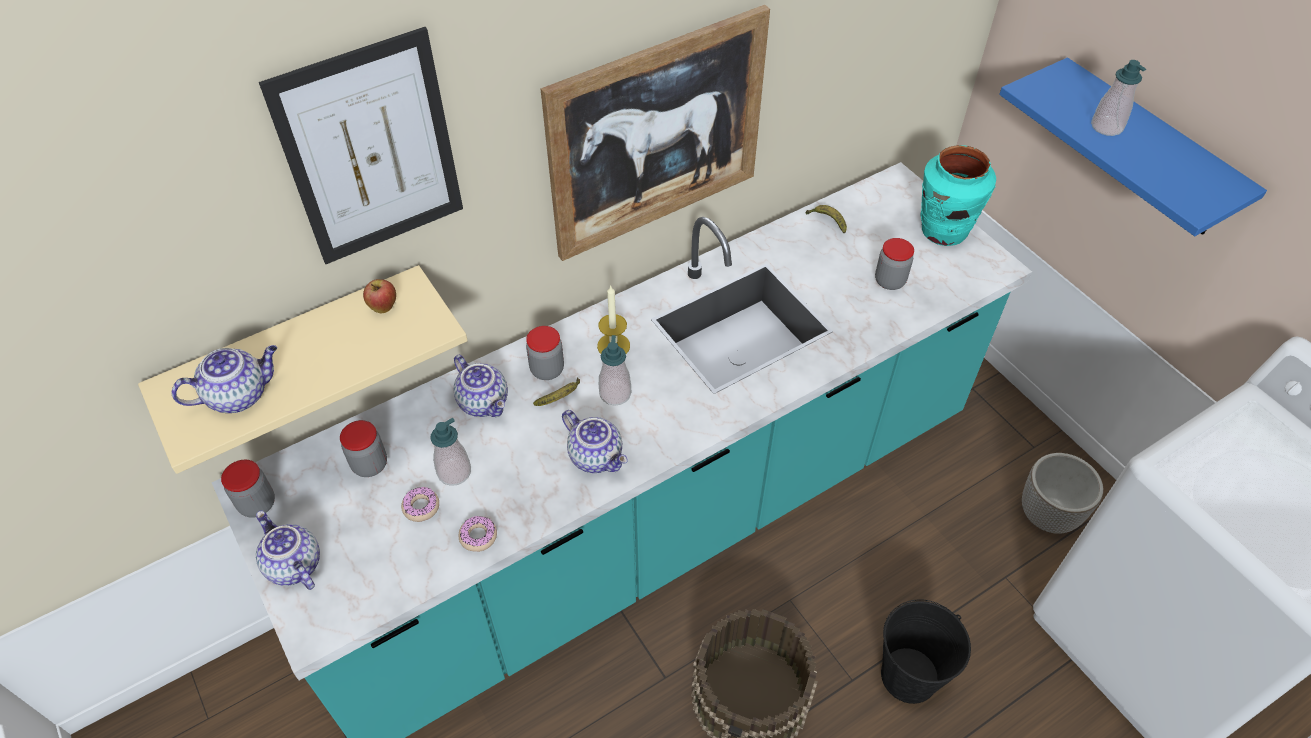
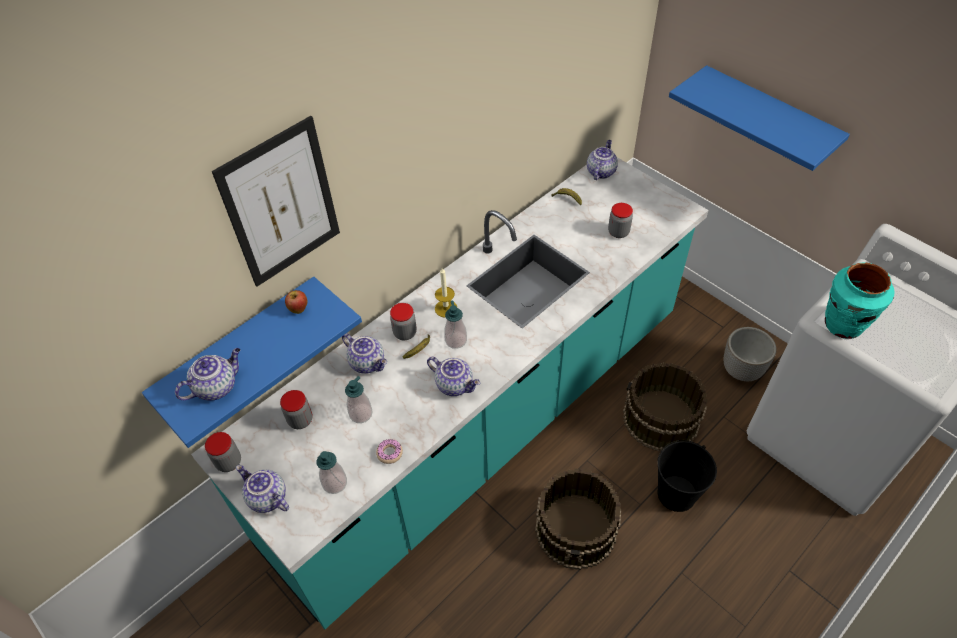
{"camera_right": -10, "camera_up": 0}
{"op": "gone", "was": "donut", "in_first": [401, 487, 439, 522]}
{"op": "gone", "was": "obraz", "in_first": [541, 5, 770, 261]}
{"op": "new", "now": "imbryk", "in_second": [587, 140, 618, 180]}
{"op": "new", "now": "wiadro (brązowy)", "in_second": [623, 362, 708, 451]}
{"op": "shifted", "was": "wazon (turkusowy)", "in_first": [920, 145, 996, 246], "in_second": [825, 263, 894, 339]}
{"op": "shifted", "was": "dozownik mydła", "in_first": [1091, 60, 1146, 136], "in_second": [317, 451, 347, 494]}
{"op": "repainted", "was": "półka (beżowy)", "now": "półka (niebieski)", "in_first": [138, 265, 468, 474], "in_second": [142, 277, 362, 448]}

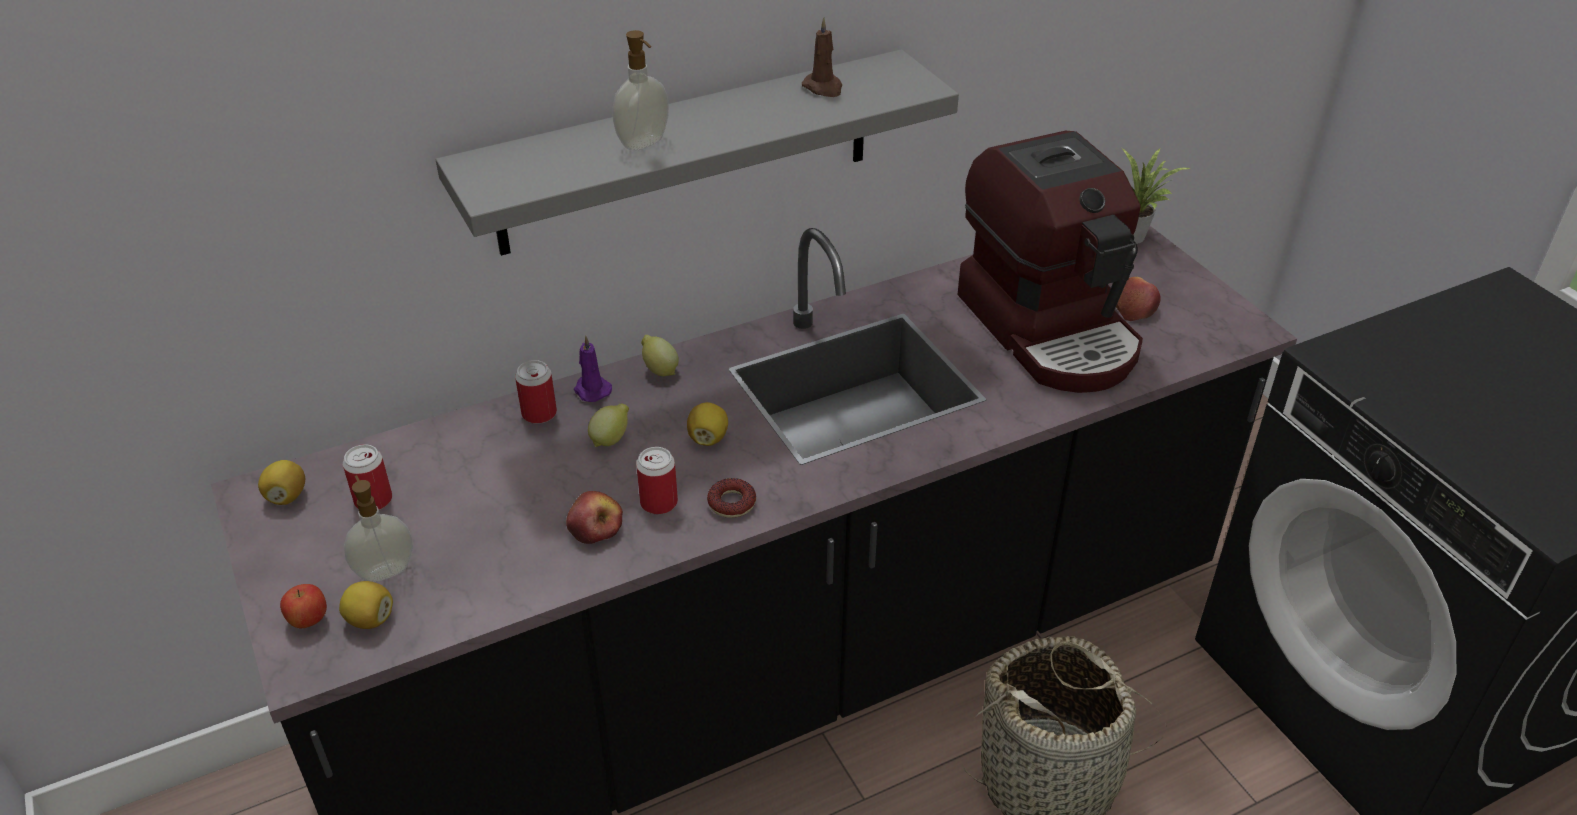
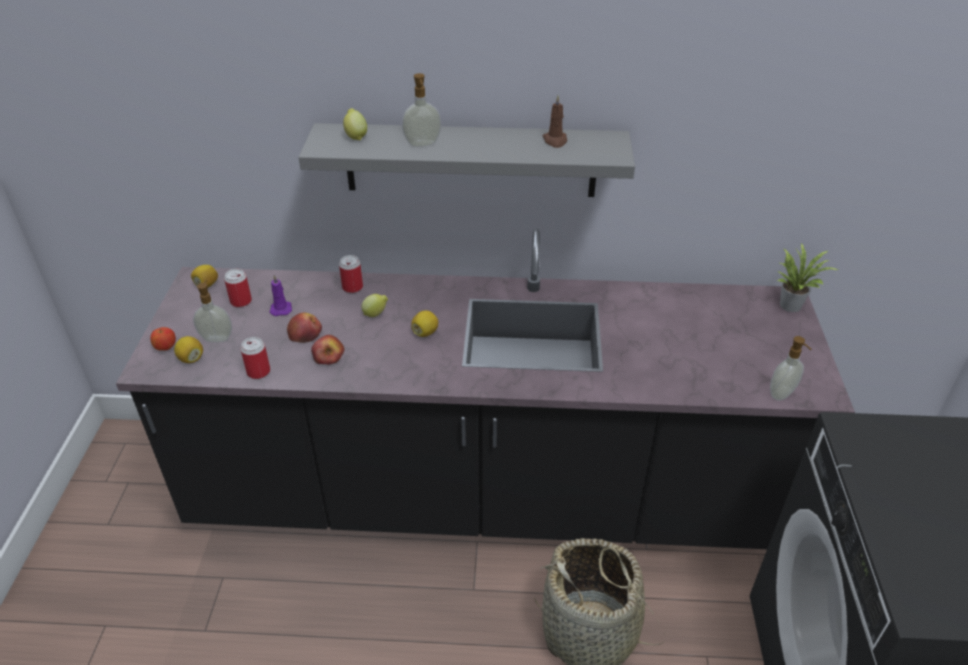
{"camera_right": 30, "camera_up": 0}
{"op": "gone", "was": "donut", "in_first": [707, 478, 756, 518]}
{"op": "gone", "was": "ekspres do kawy", "in_first": [957, 131, 1143, 393]}
{"op": "new", "now": "dozownik mydła", "in_second": [770, 336, 811, 400]}
{"op": "shifted", "was": "świeca (fioletowy)", "in_first": [574, 336, 612, 402], "in_second": [270, 275, 292, 316]}
{"op": "shifted", "was": "puszka", "in_first": [636, 447, 678, 514], "in_second": [240, 337, 270, 379]}
{"op": "shifted", "was": "cytryna", "in_first": [641, 335, 679, 376], "in_second": [343, 108, 367, 140]}
{"op": "shifted", "was": "jabłko", "in_first": [1116, 277, 1161, 321], "in_second": [287, 313, 322, 343]}

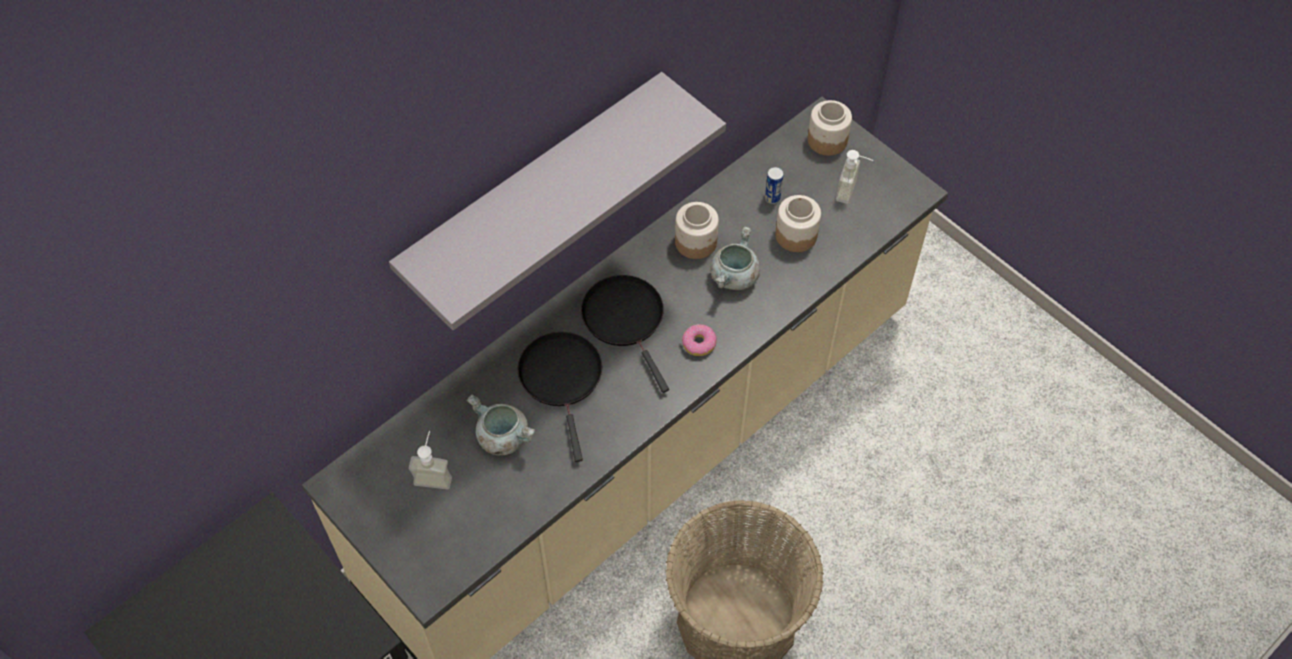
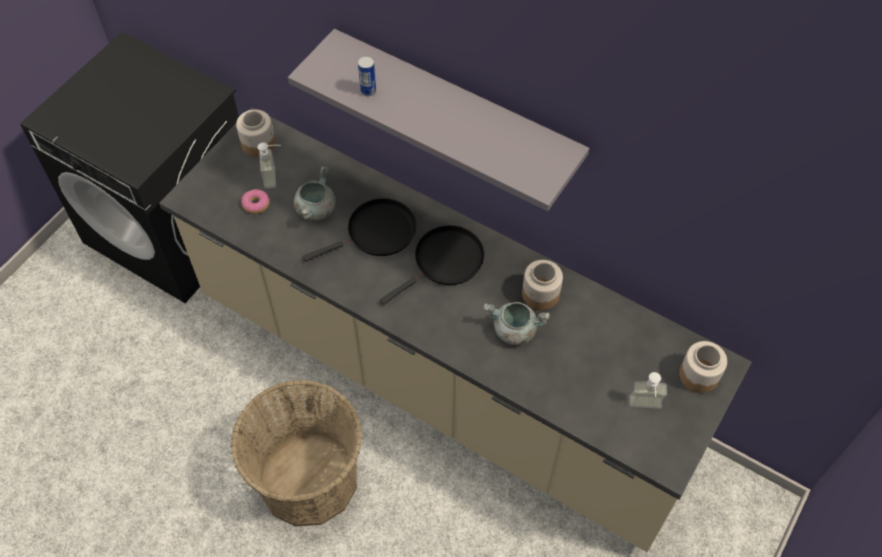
{"camera_right": 75, "camera_up": 0}
{"op": "shifted", "was": "donut", "in_first": [682, 324, 717, 356], "in_second": [241, 189, 270, 214]}
{"op": "shifted", "was": "puszka", "in_first": [765, 167, 784, 204], "in_second": [358, 56, 376, 96]}
{"op": "shifted", "was": "słoik", "in_first": [775, 195, 821, 252], "in_second": [236, 109, 275, 157]}

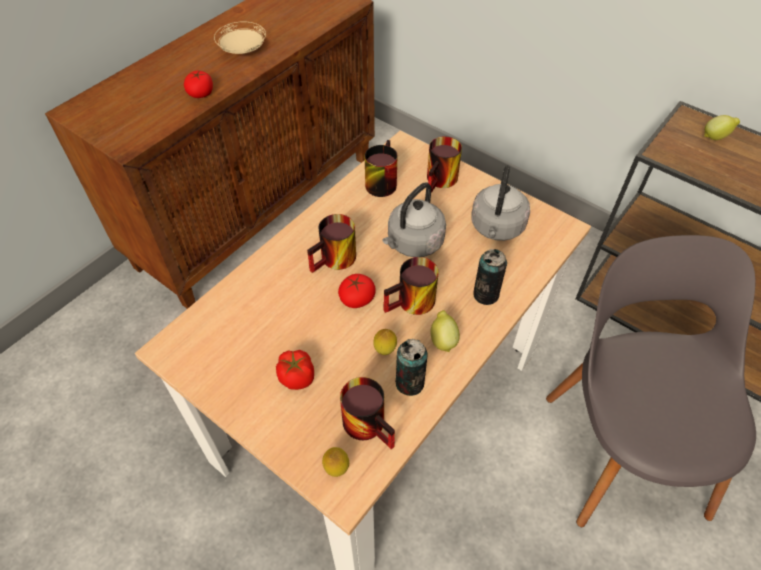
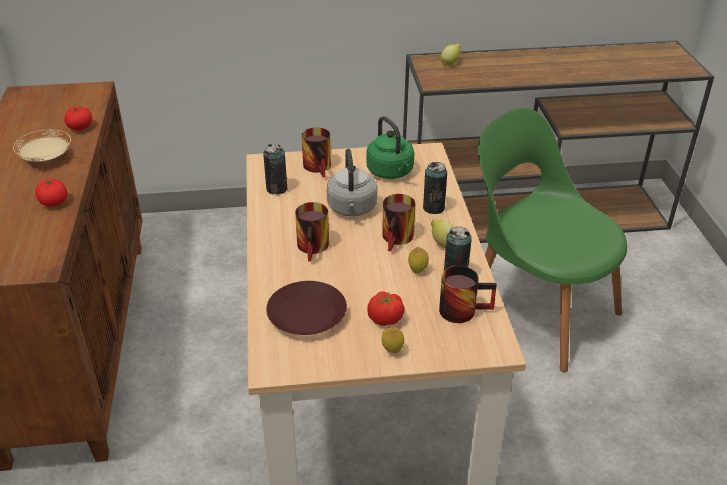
{"camera_right": -45, "camera_up": -15}
{"op": "new", "now": "talerz (brązowy)", "in_second": [266, 281, 347, 335]}
{"op": "shifted", "was": "cytryna", "in_first": [322, 447, 349, 477], "in_second": [382, 327, 404, 353]}
{"op": "shifted", "was": "pomidor", "in_first": [338, 274, 376, 308], "in_second": [64, 107, 92, 130]}
{"op": "swapped", "was": "kubek", "now": "puszka", "in_first": [365, 140, 398, 197], "in_second": [263, 144, 288, 195]}
{"op": "repainted", "was": "czajnik (szary)", "now": "czajnik (zielony)", "in_first": [471, 165, 530, 241], "in_second": [367, 116, 414, 179]}
{"op": "repainted", "was": "krzesło (szary)", "now": "krzesło (zielony)", "in_first": [546, 235, 756, 527], "in_second": [478, 108, 627, 372]}

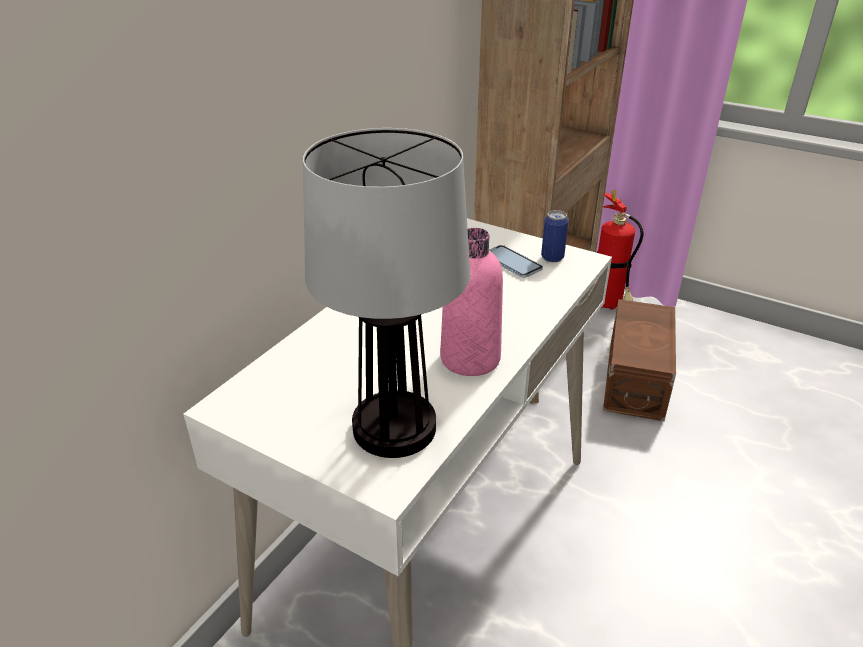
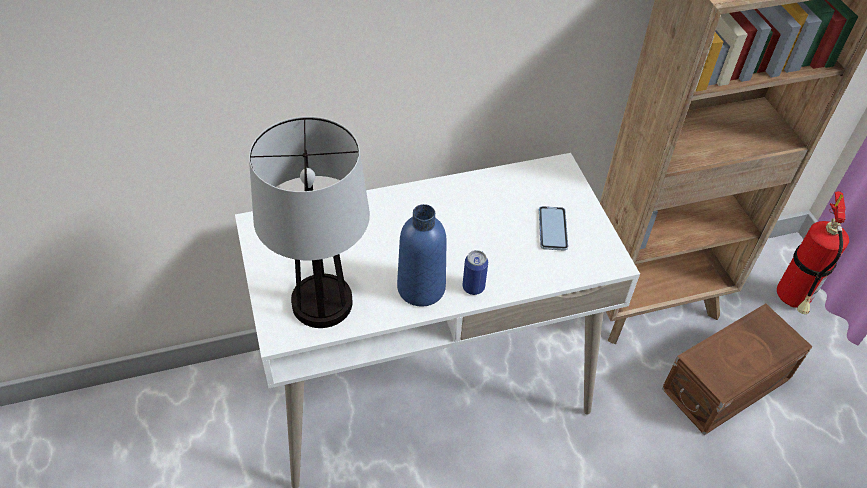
{"camera_right": 40, "camera_up": 15}
{"op": "shifted", "was": "puszka", "in_first": [541, 210, 569, 262], "in_second": [463, 250, 488, 295]}
{"op": "repainted", "was": "butelka (różowy)", "now": "butelka (niebieski)", "in_first": [440, 228, 503, 376], "in_second": [397, 204, 447, 307]}

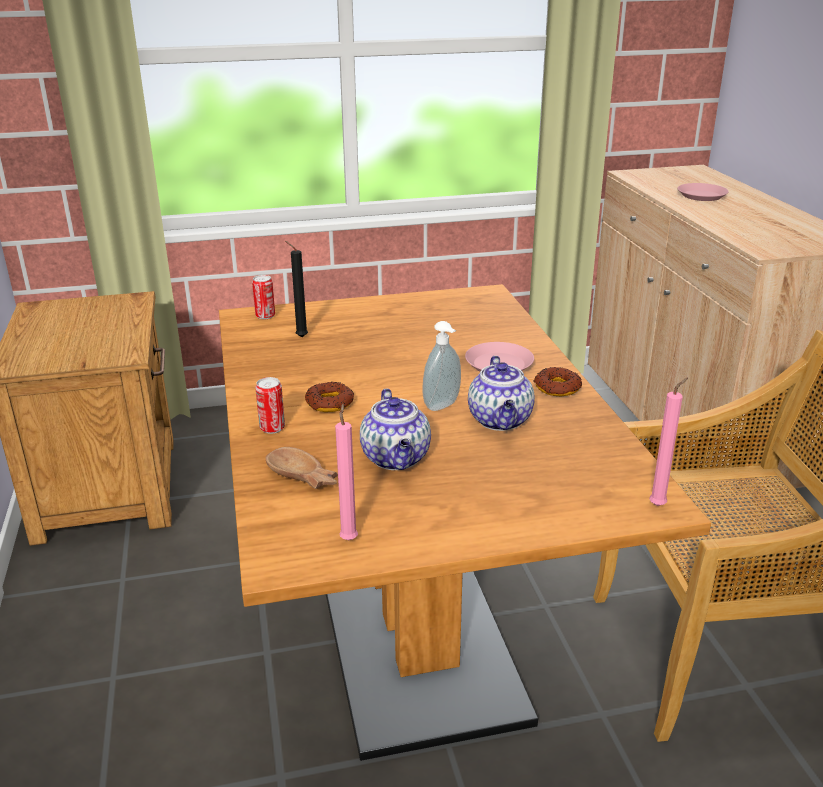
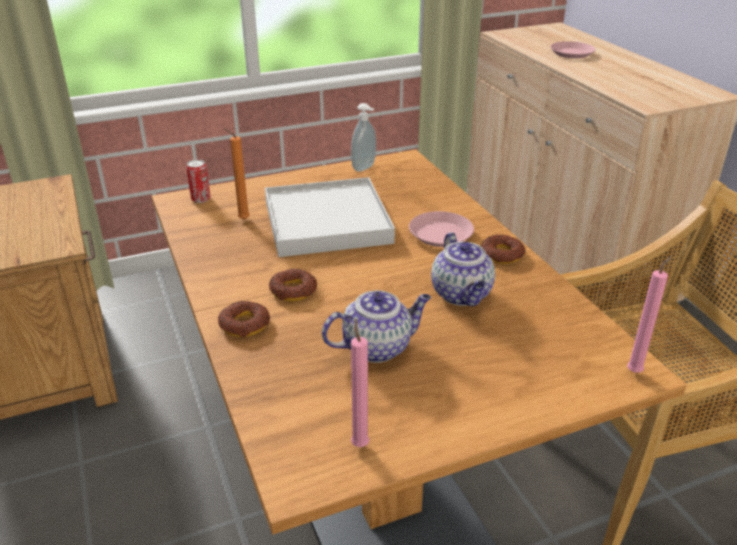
{"camera_right": -10, "camera_up": 5}
{"op": "gone", "was": "miska (brązowy)", "in_first": [266, 447, 338, 489]}
{"op": "new", "now": "taca (biały)", "in_second": [265, 177, 395, 257]}
{"op": "shifted", "was": "dozownik mydła", "in_first": [423, 321, 461, 411], "in_second": [351, 103, 376, 172]}
{"op": "swapped", "was": "puszka", "now": "donut", "in_first": [255, 377, 285, 434], "in_second": [218, 301, 270, 337]}
{"op": "repainted", "was": "świeca (czarny)", "now": "świeca (pomarańczowy)", "in_first": [285, 241, 308, 337], "in_second": [223, 128, 250, 220]}
{"op": "rotated", "was": "imbryk", "in_first": [360, 389, 431, 470], "in_second": [322, 290, 431, 363], "clockwise": -90}

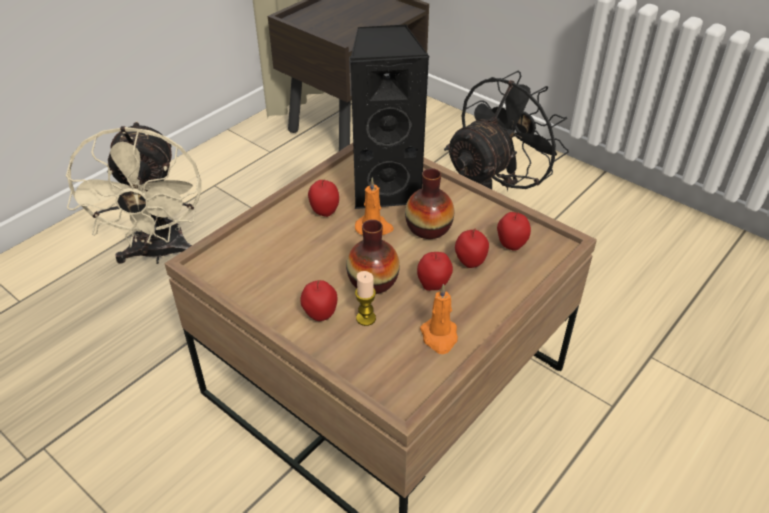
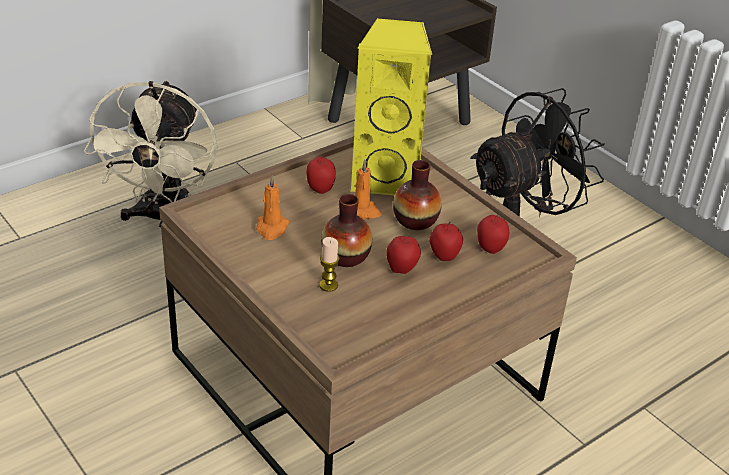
{"camera_right": 10, "camera_up": -5}
{"op": "gone", "was": "jabłko", "in_first": [300, 280, 337, 321]}
{"op": "shifted", "was": "świeca (pomarańczowy)", "in_first": [420, 284, 458, 354], "in_second": [256, 176, 289, 240]}
{"op": "repainted", "was": "głośnik (czarny)", "now": "głośnik (żółty)", "in_first": [349, 24, 429, 209], "in_second": [350, 18, 432, 195]}

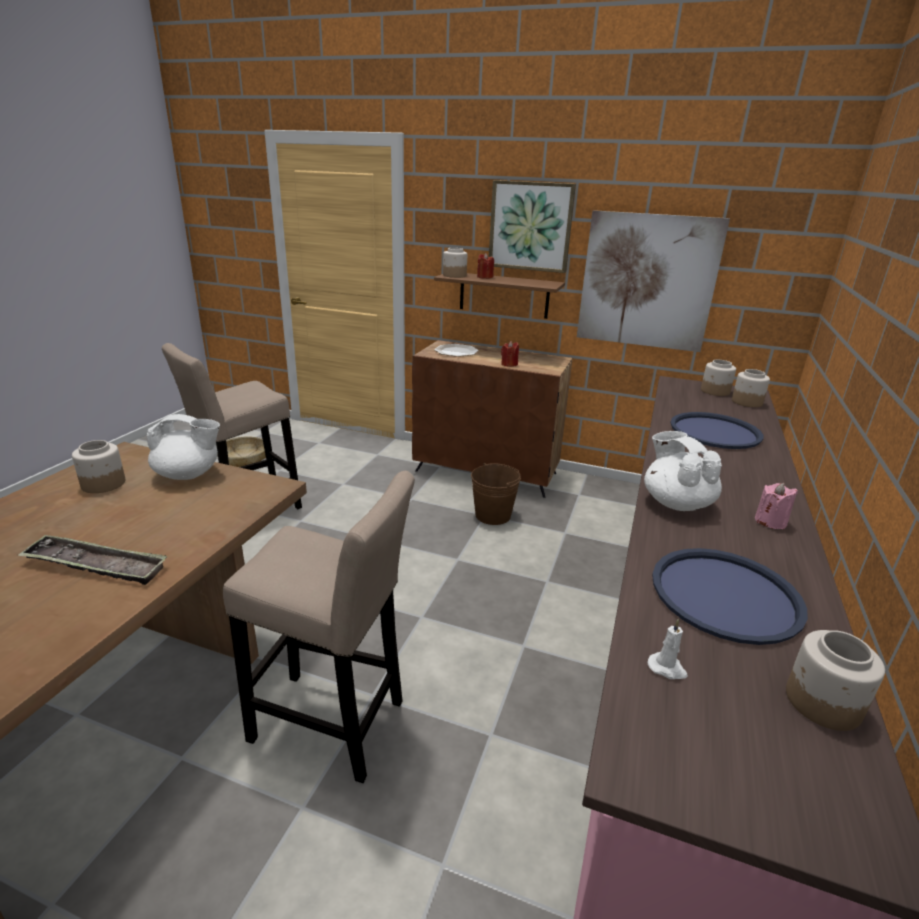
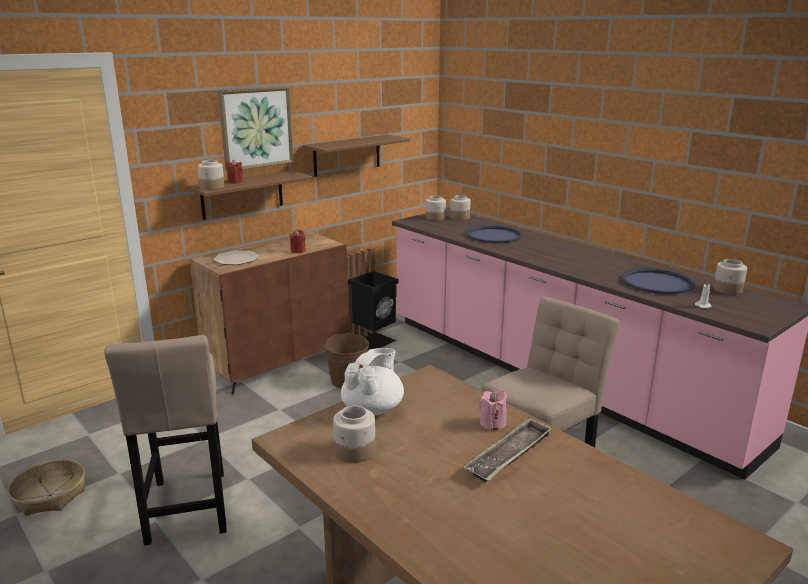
{"camera_right": -60, "camera_up": -5}
{"op": "gone", "was": "imbryk (biały)", "in_first": [644, 431, 722, 511]}
{"op": "new", "now": "kosz na śmieci (czarny)", "in_second": [347, 247, 398, 350]}
{"op": "shifted", "was": "świeca (różowy)", "in_first": [755, 483, 798, 529], "in_second": [479, 390, 507, 431]}
{"op": "swapped", "was": "obraz", "now": "półka (brązowy)", "in_first": [577, 210, 730, 352], "in_second": [302, 135, 410, 177]}

